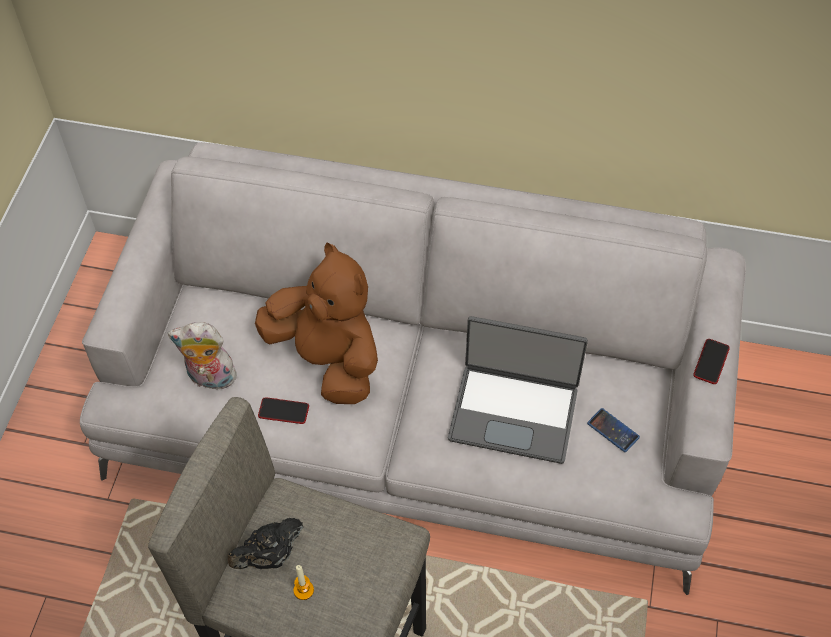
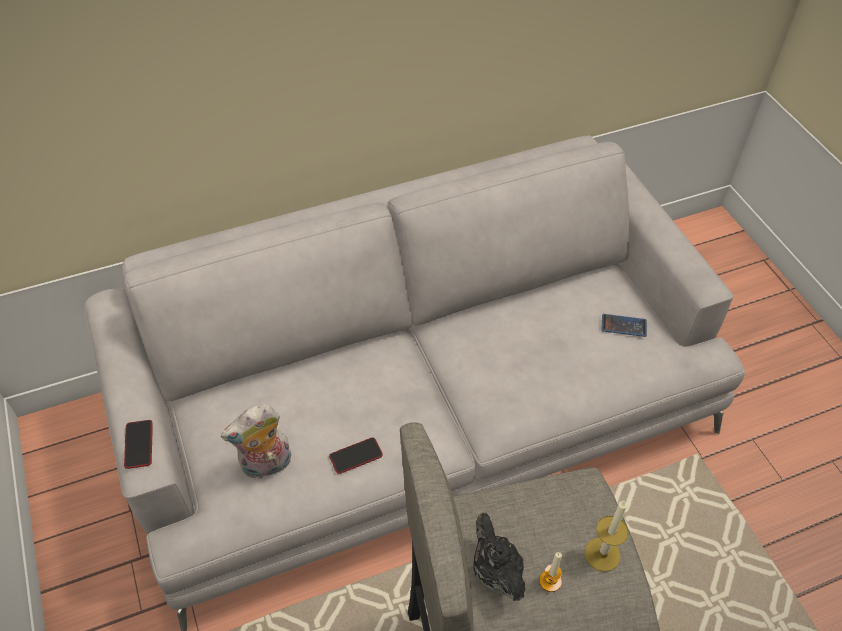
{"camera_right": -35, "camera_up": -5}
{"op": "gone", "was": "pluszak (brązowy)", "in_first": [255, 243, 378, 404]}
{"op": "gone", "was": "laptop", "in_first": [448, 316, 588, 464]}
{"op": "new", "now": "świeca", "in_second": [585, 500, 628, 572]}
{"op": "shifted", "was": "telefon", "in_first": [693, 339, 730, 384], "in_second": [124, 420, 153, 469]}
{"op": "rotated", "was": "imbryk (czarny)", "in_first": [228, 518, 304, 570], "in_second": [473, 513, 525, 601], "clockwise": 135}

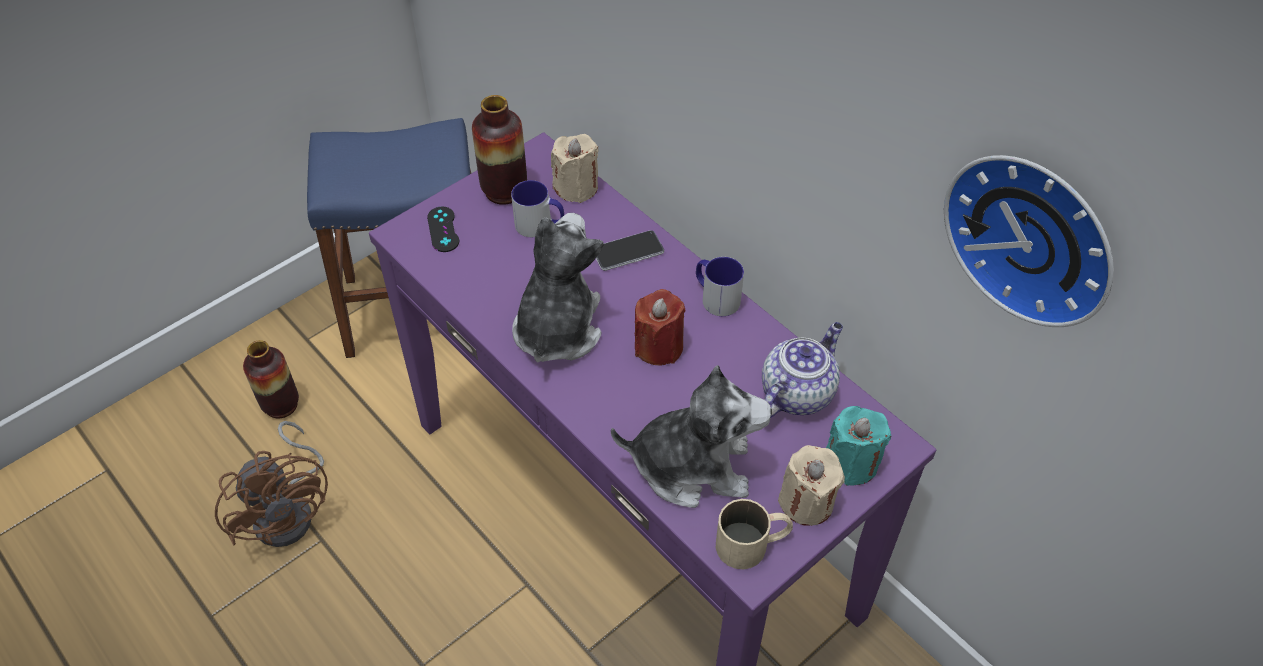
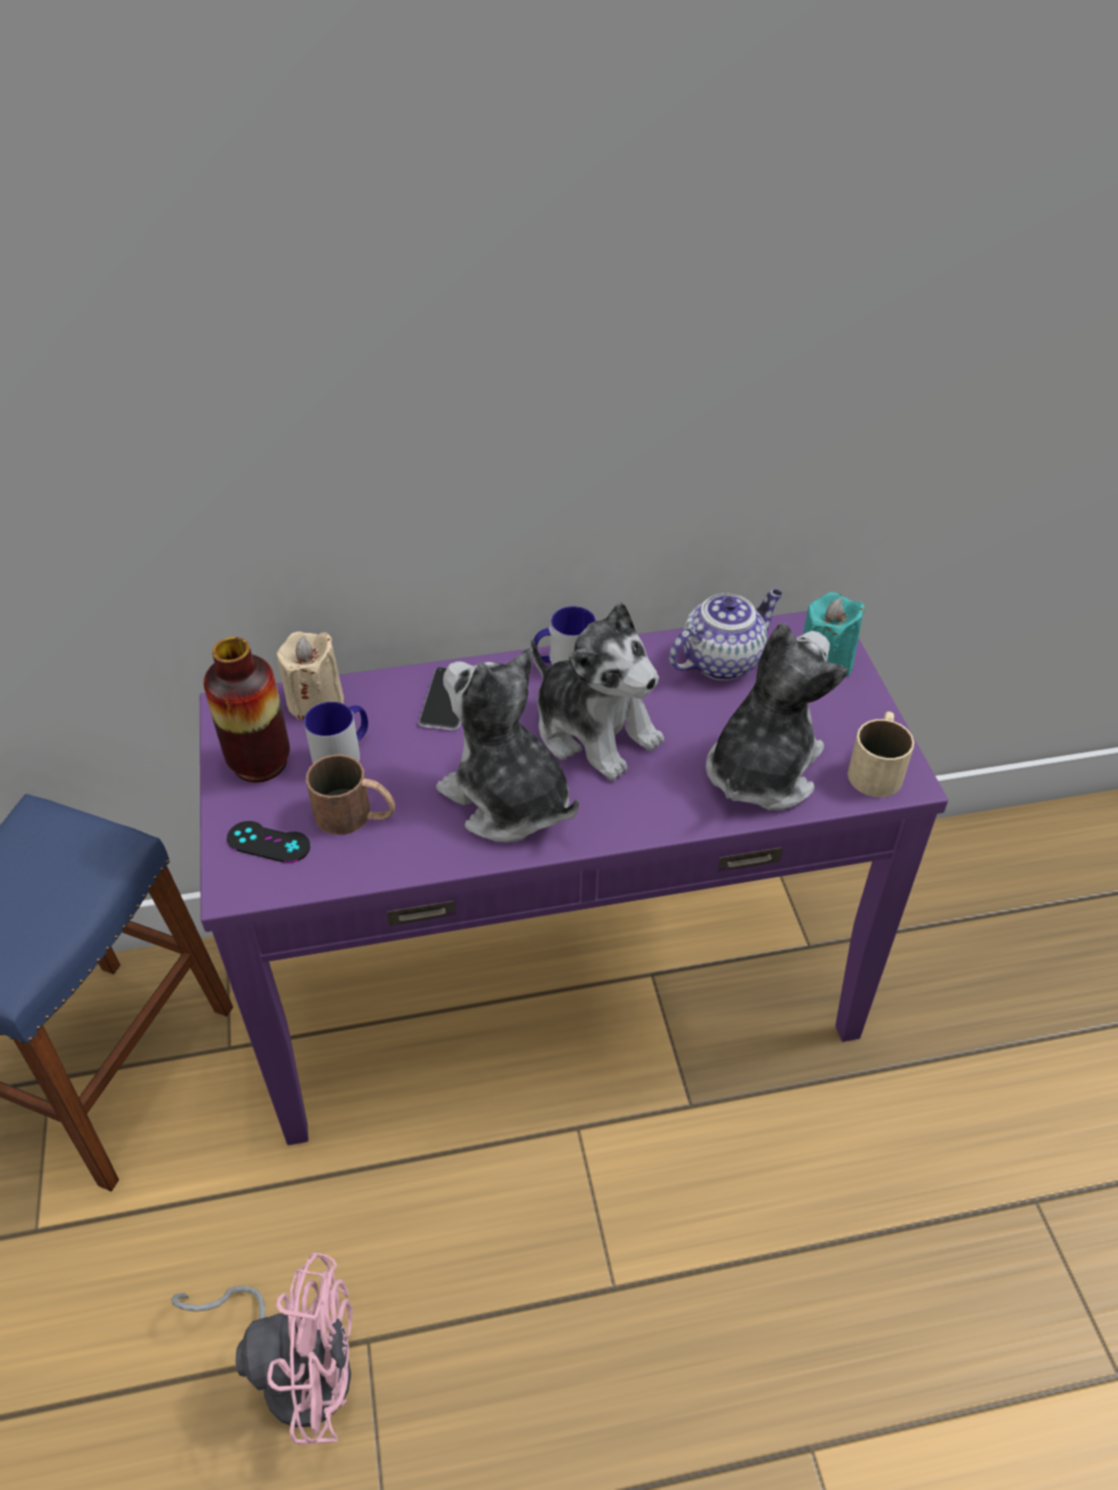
{"camera_right": -60, "camera_up": -5}
{"op": "gone", "was": "wazon", "in_first": [243, 340, 299, 418]}
{"op": "gone", "was": "świeca (beżowy)", "in_first": [778, 445, 845, 526]}
{"op": "gone", "was": "zegar ścienny", "in_first": [944, 155, 1114, 327]}
{"op": "new", "now": "kubek (brązowy)", "in_second": [306, 754, 395, 835]}
{"op": "swapped", "was": "świeca (czerwony)", "now": "pluszak", "in_first": [634, 289, 686, 365], "in_second": [531, 602, 664, 781]}
{"op": "repainted", "was": "wentylator (brązowy)", "now": "wentylator (różowy)", "in_first": [215, 421, 328, 547], "in_second": [171, 1253, 353, 1444]}
{"op": "rotated", "was": "imbryk", "in_first": [762, 322, 843, 417], "in_second": [669, 590, 782, 681], "clockwise": 75}

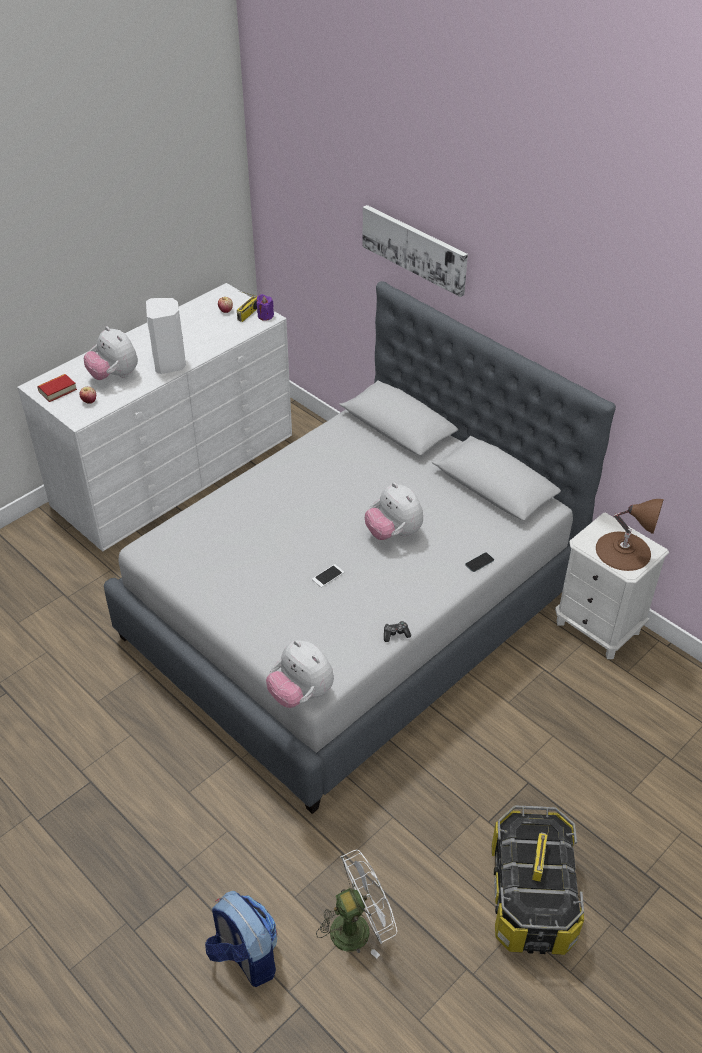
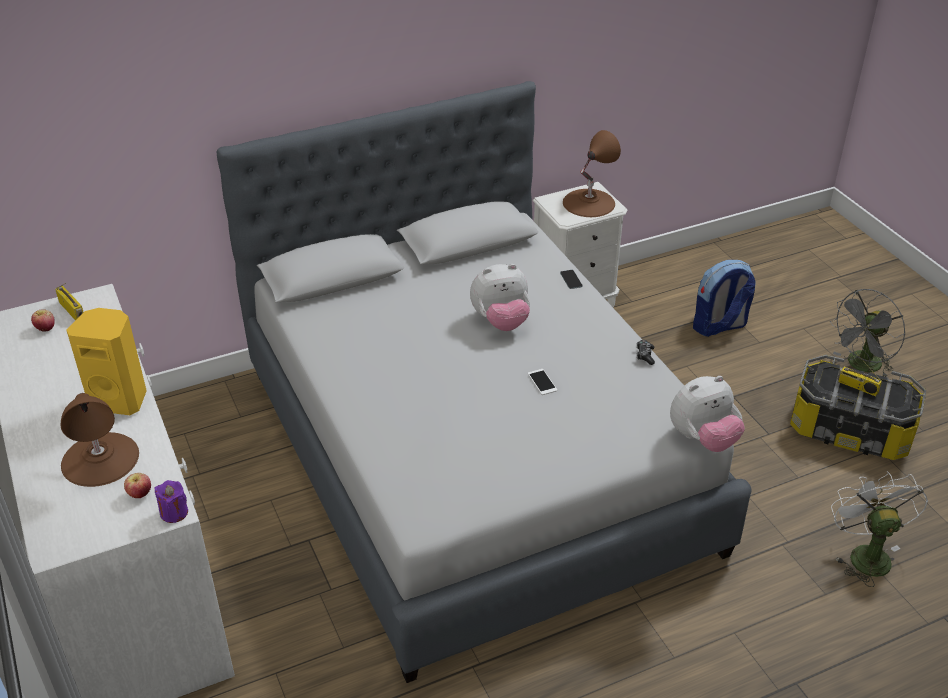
{"camera_right": -70, "camera_up": -5}
{"op": "gone", "was": "książka", "in_first": [37, 374, 77, 402]}
{"op": "gone", "was": "obraz", "in_first": [362, 205, 468, 297]}
{"op": "new", "now": "wentylator (szary)", "in_second": [830, 289, 905, 377]}
{"op": "shifted", "was": "plecak", "in_first": [205, 891, 277, 987], "in_second": [693, 260, 756, 337]}
{"op": "shifted", "was": "świeca (fioletowy)", "in_first": [257, 294, 274, 321], "in_second": [155, 480, 188, 523]}
{"op": "swapped", "was": "pluszak", "now": "lampa stołowa (brązowy)", "in_first": [84, 326, 138, 380], "in_second": [60, 393, 139, 487]}
{"op": "repainted", "was": "głośnik (biały)", "now": "głośnik (żółty)", "in_first": [146, 298, 186, 374], "in_second": [66, 308, 147, 415]}

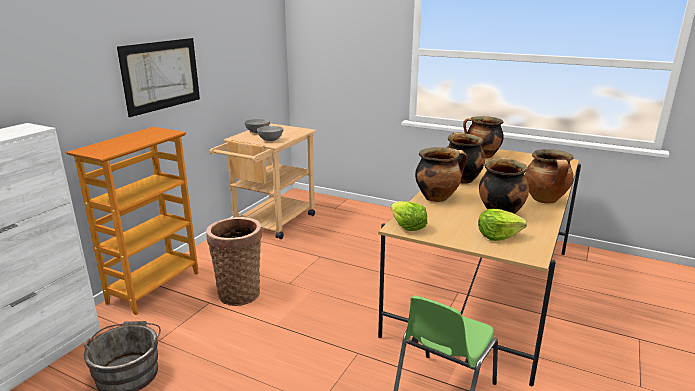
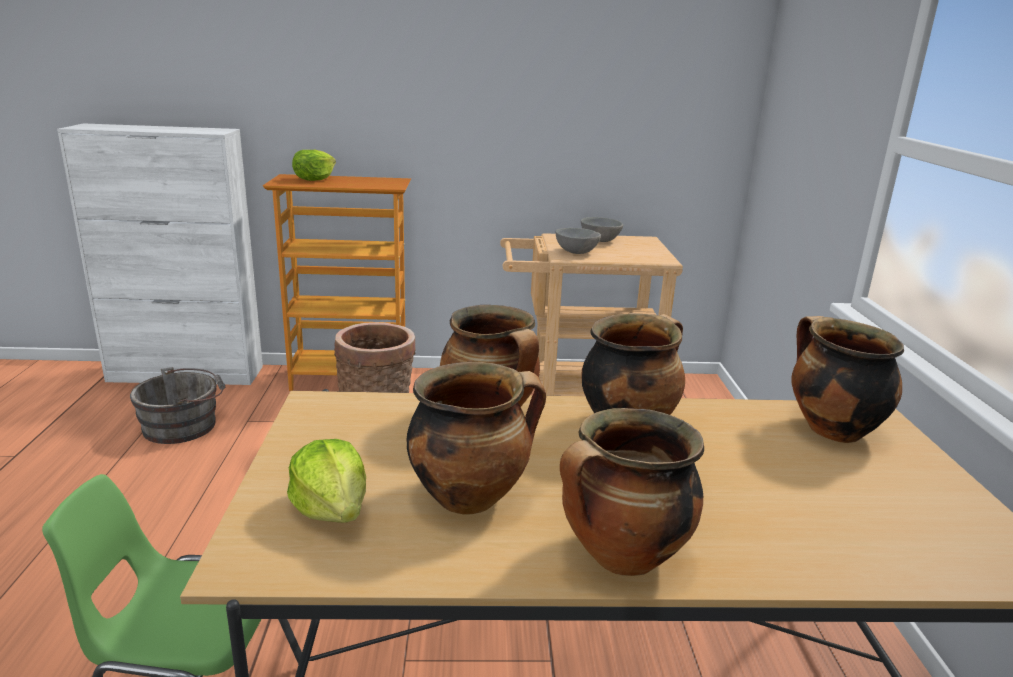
{"camera_right": 60, "camera_up": 0}
{"op": "gone", "was": "obraz", "in_first": [117, 38, 200, 117]}
{"op": "shifted", "was": "sałata", "in_first": [391, 201, 428, 231], "in_second": [292, 150, 336, 181]}

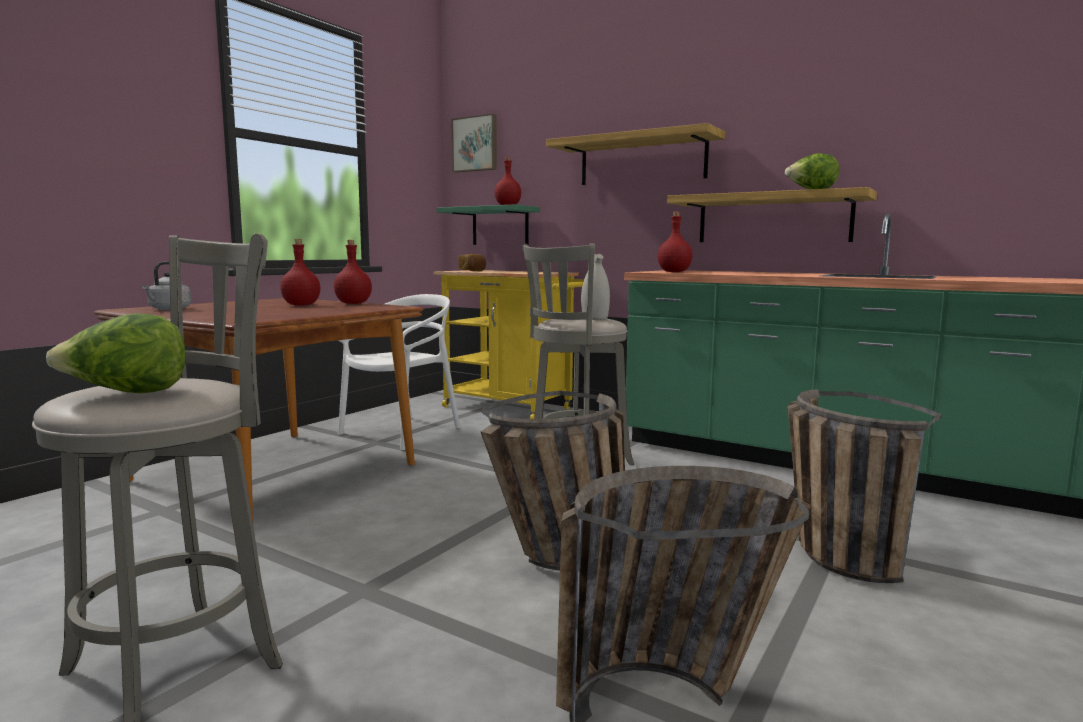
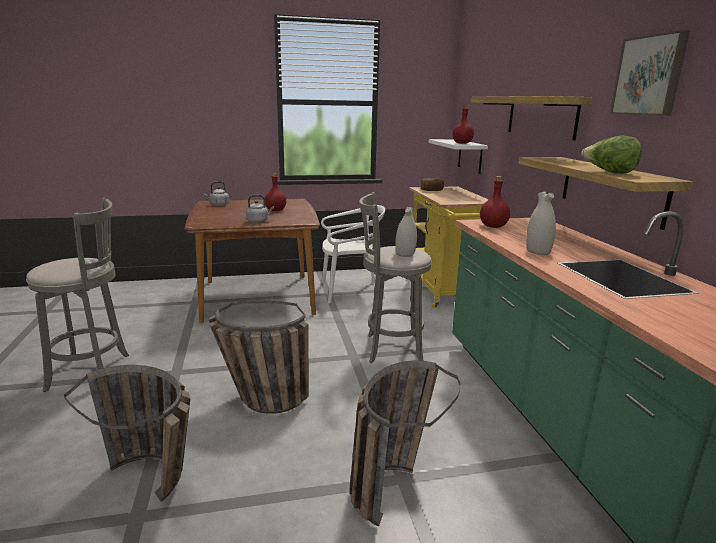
{"camera_right": 45, "camera_up": 10}
{"op": "gone", "was": "sałata", "in_first": [46, 313, 186, 393]}
{"op": "gone", "was": "butelka (czerwony)", "in_first": [334, 240, 372, 304]}
{"op": "new", "now": "czajnik (szary)", "in_second": [246, 195, 274, 223]}
{"op": "new", "now": "wazon (biały)", "in_second": [526, 192, 556, 255]}
{"op": "shifted", "was": "obraz", "in_first": [451, 113, 497, 172], "in_second": [610, 30, 690, 116]}
{"op": "repainted", "was": "półka (zielony)", "now": "półka (biały)", "in_first": [437, 204, 540, 245], "in_second": [429, 139, 488, 174]}

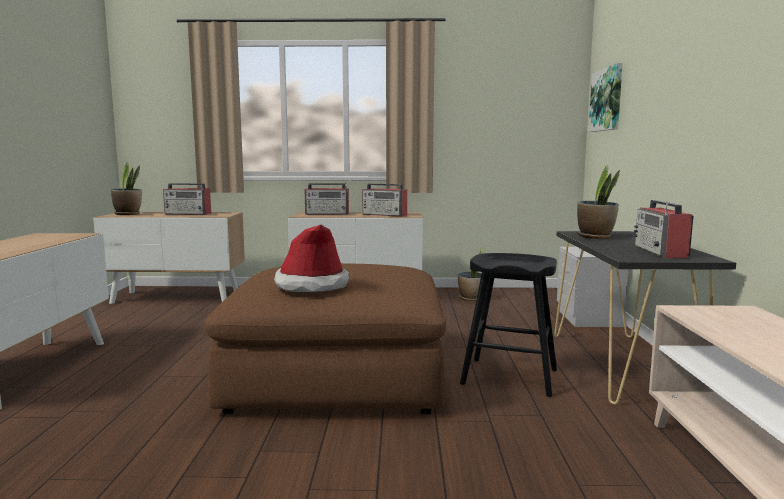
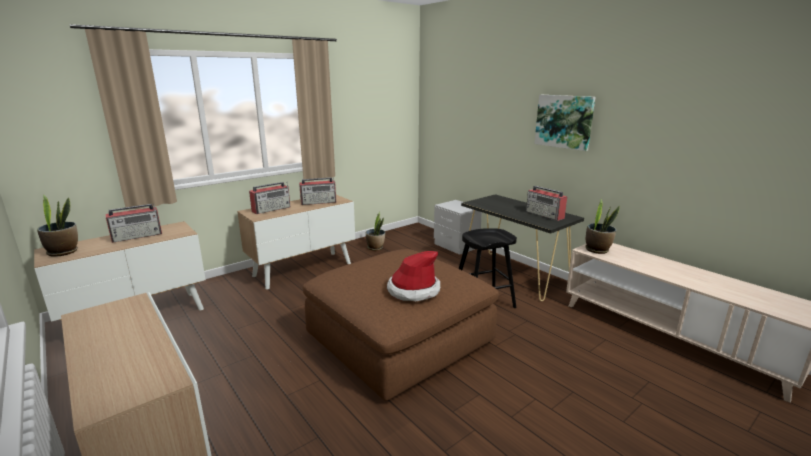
{"camera_right": -40, "camera_up": 10}
{"op": "shifted", "was": "roślina doniczkowa", "in_first": [577, 165, 620, 239], "in_second": [585, 199, 620, 254]}
{"op": "shifted", "was": "obraz", "in_first": [589, 63, 623, 132], "in_second": [534, 95, 596, 151]}

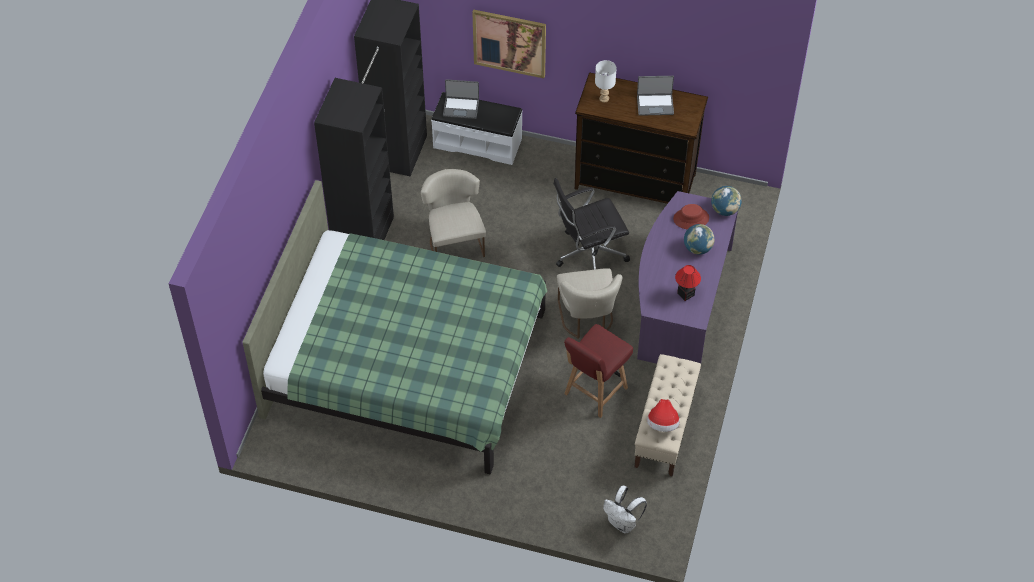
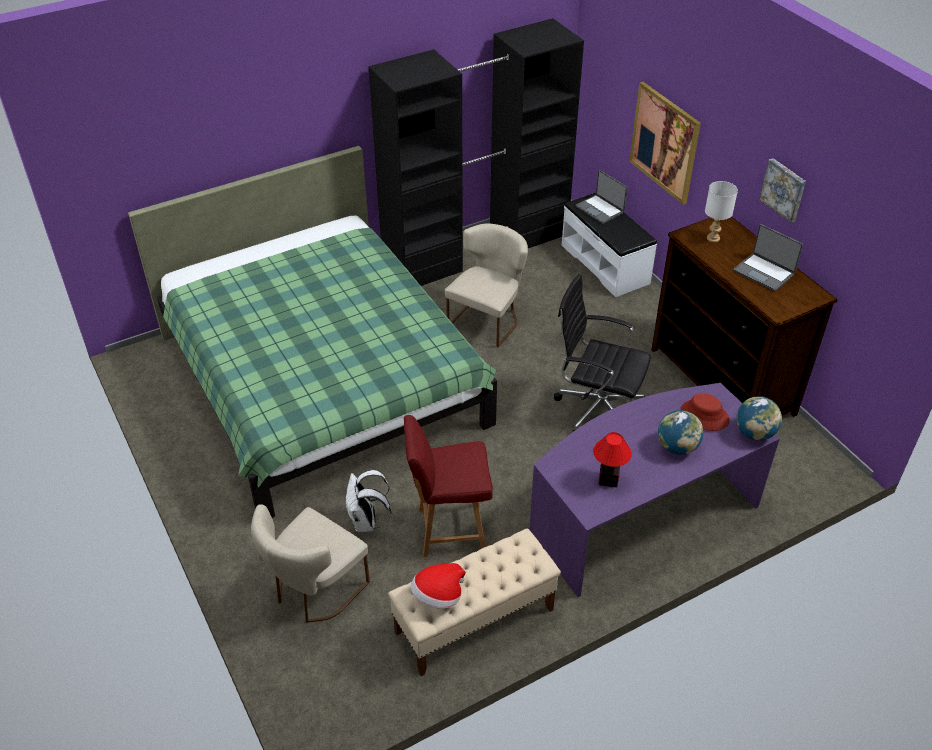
{"camera_right": 45, "camera_up": -10}
{"op": "new", "now": "obraz", "in_second": [759, 158, 806, 223]}
{"op": "shifted", "was": "krzesło (beżowy)", "in_first": [557, 268, 622, 339], "in_second": [251, 504, 370, 623]}
{"op": "shifted", "was": "plecak (biały)", "in_first": [603, 486, 647, 533], "in_second": [345, 470, 391, 532]}

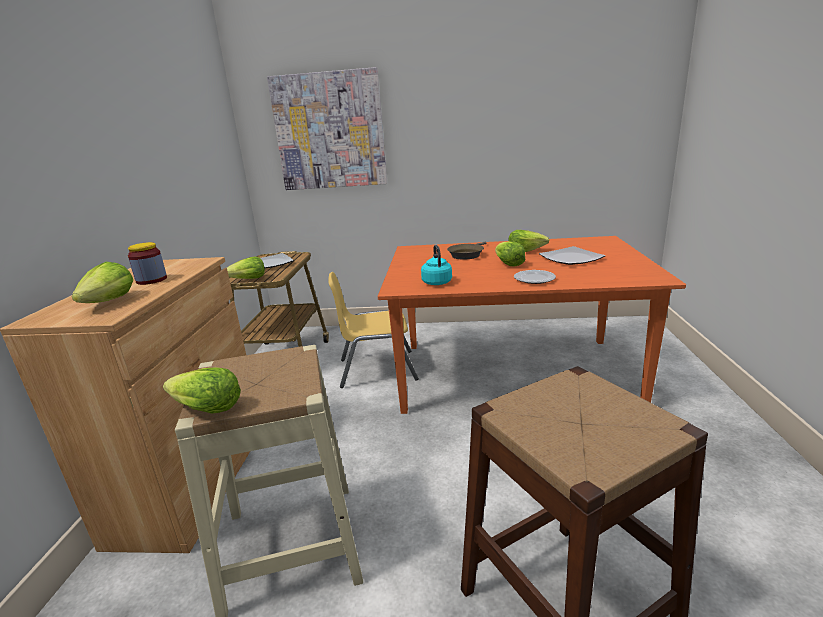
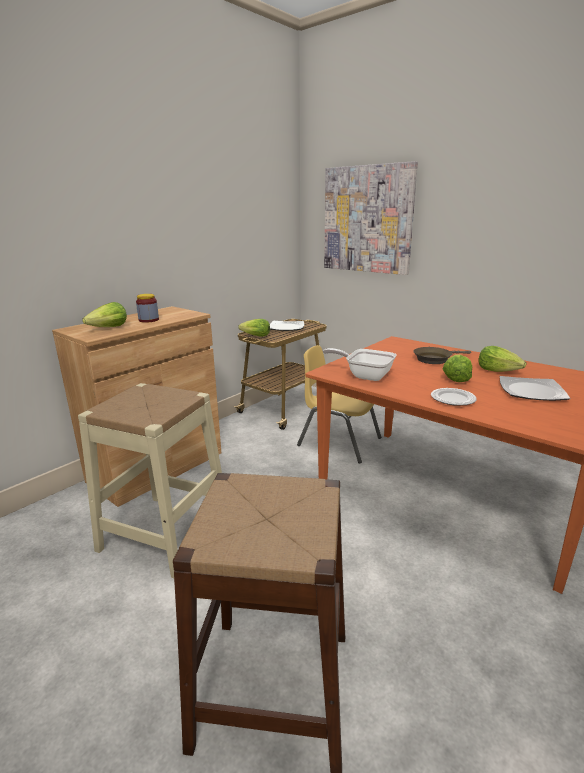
{"camera_right": 35, "camera_up": 0}
{"op": "gone", "was": "sałata", "in_first": [163, 368, 241, 414]}
{"op": "swapped", "was": "czajnik (turkusowy)", "now": "patelnia", "in_first": [421, 245, 452, 285], "in_second": [323, 348, 396, 381]}

